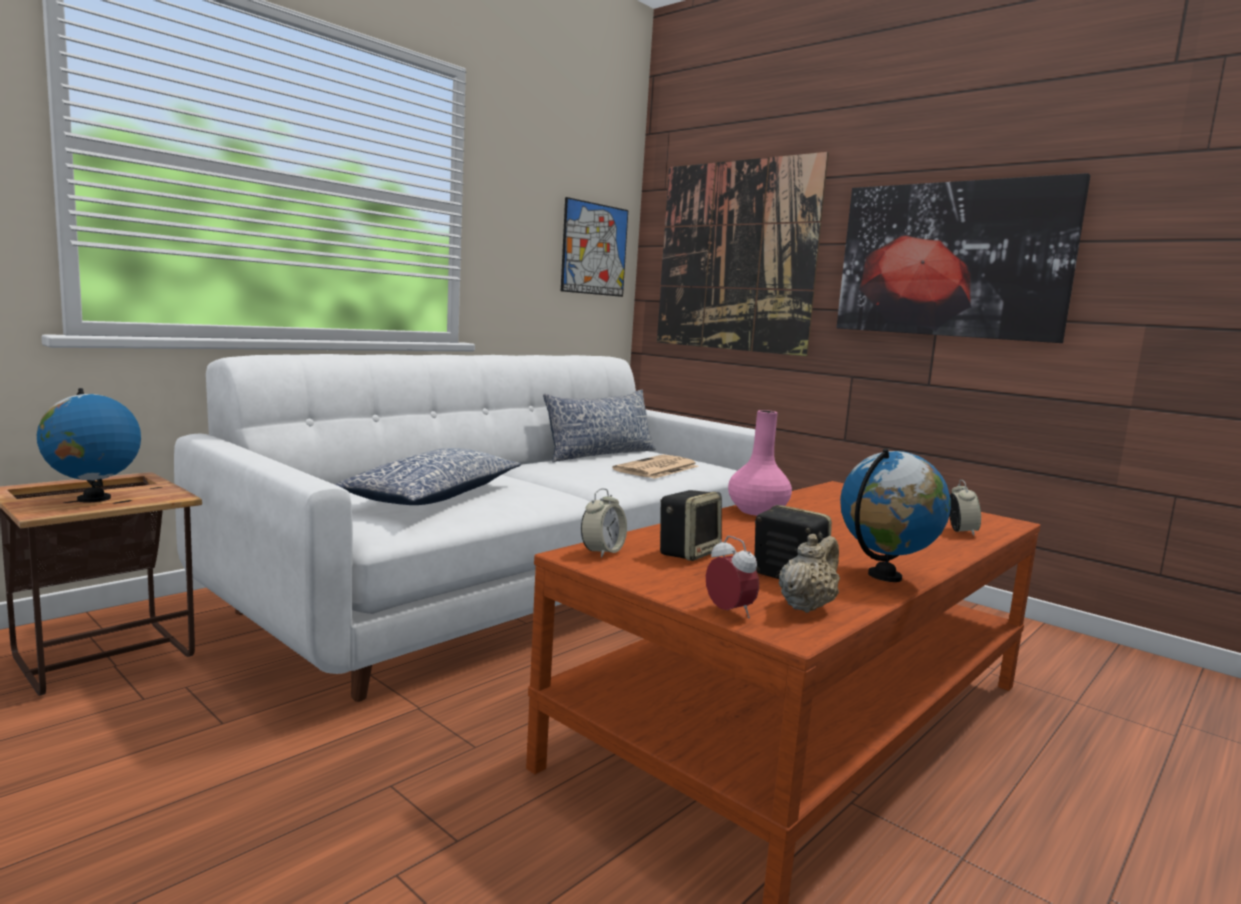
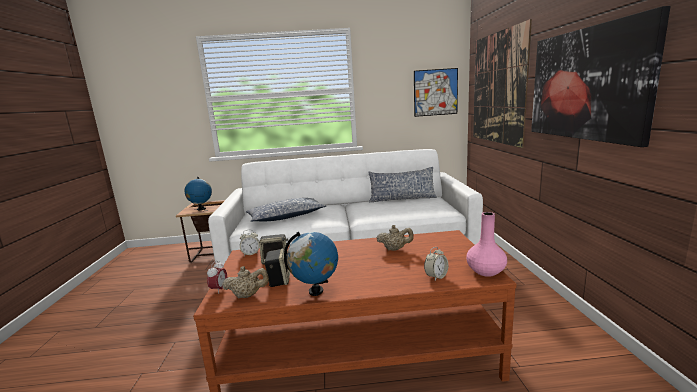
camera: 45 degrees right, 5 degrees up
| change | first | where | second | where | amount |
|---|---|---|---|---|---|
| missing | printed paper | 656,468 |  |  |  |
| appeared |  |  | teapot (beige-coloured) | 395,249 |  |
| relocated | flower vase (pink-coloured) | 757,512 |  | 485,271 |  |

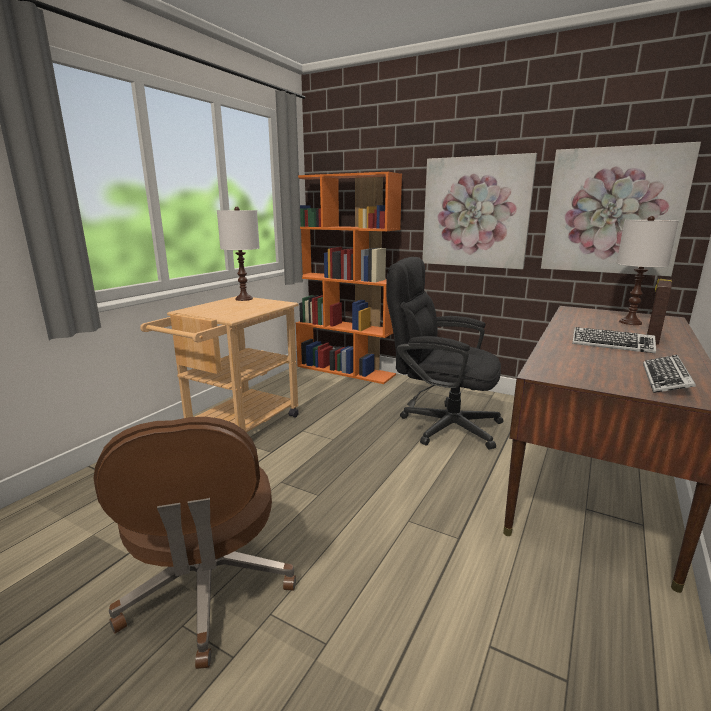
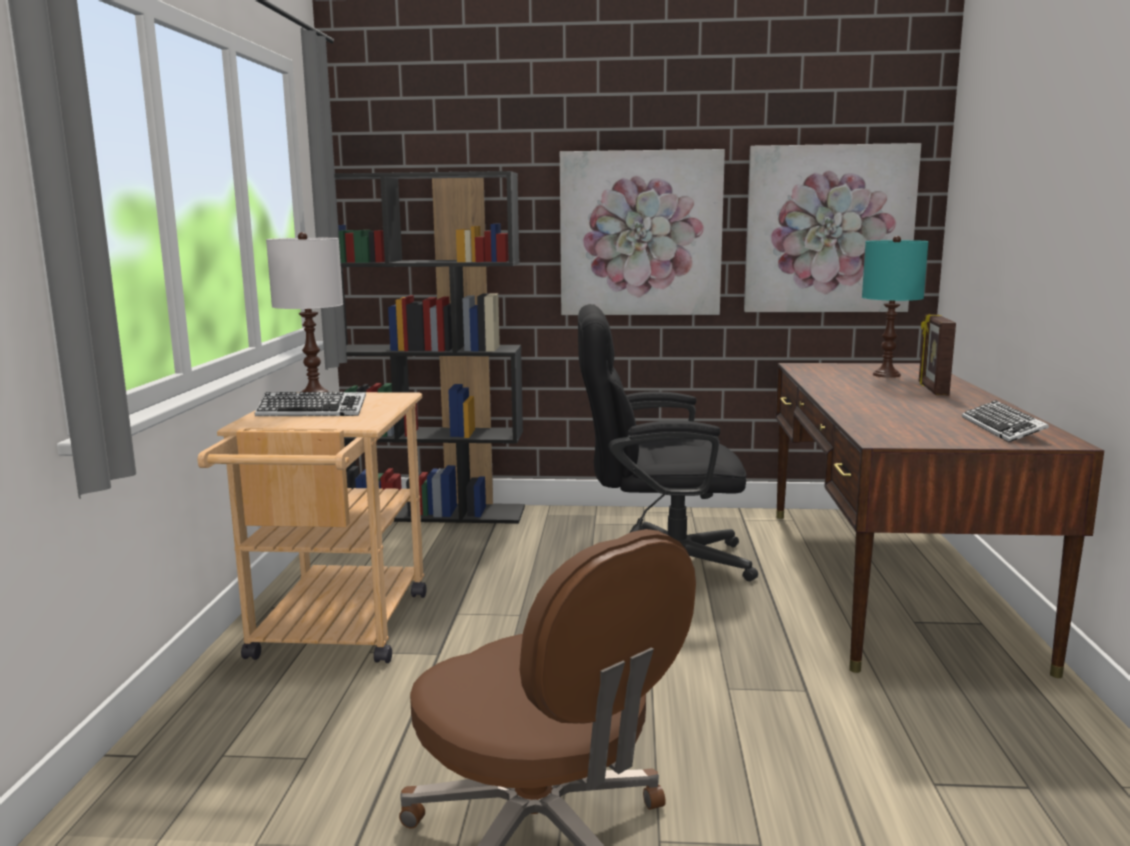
camera: 25 degrees left, 5 degrees down
| change | first | where | second | where | amount |
|---|---|---|---|---|---|
| relocated | PC keyboard | 611,345 |  | 312,412 |  |
| colour | bookshelf (orange-coloured) | 346,370 | bookshelf (black-coloured) | 435,513 |  |
| colour | table lamp (whitish) | 630,322 | table lamp (turquoise) | 887,375 |  |

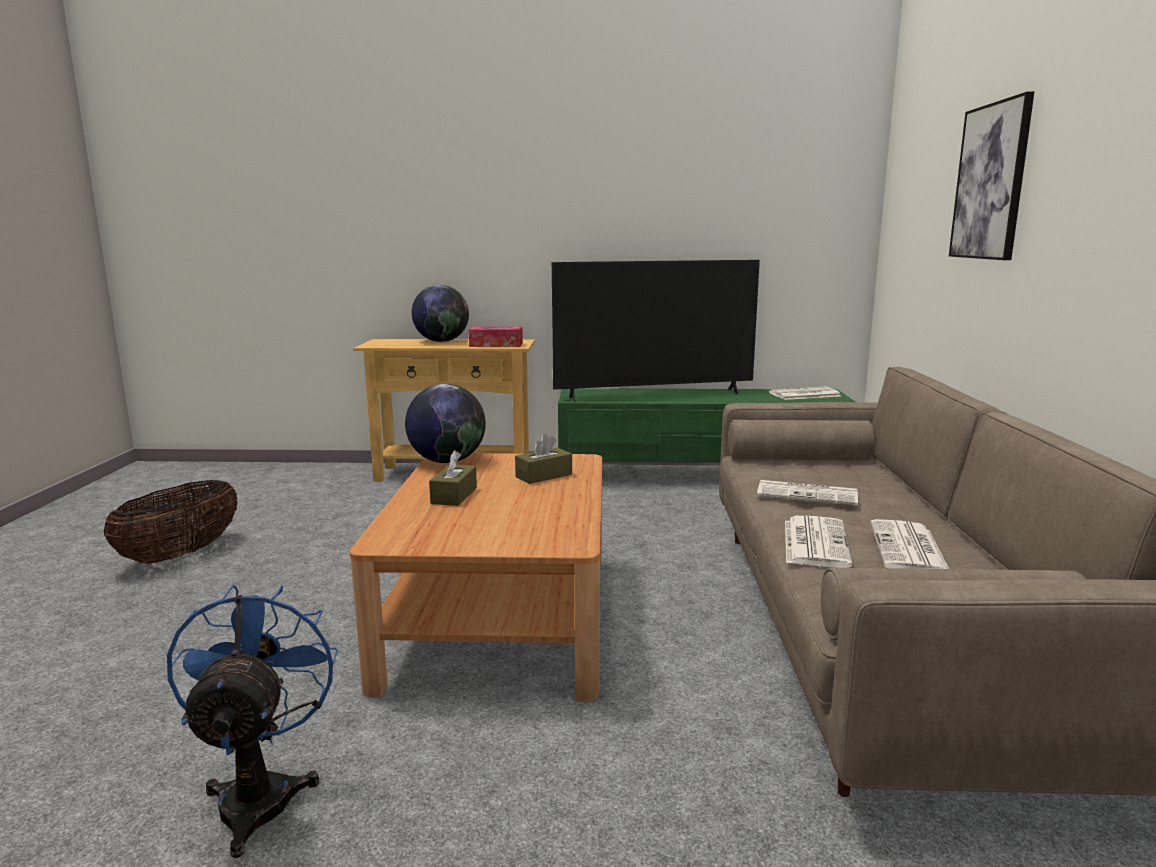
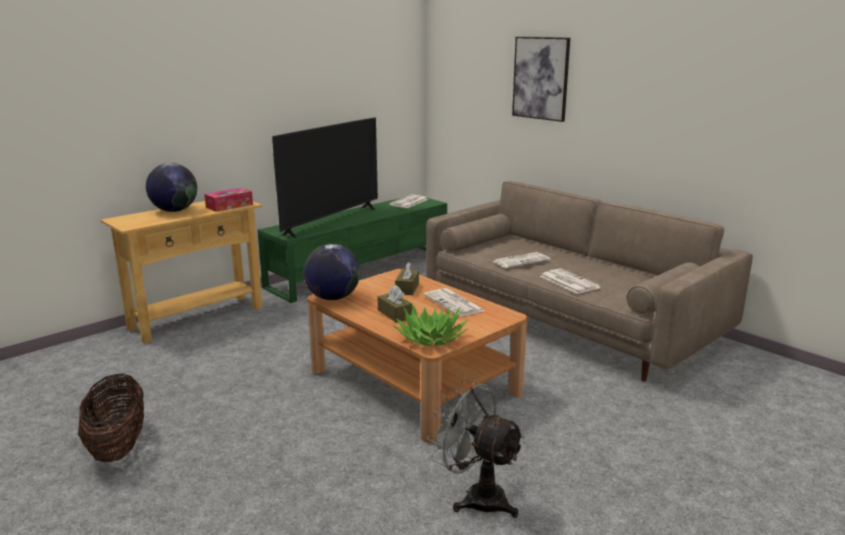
camera: 45 degrees left, 5 degrees up
| change | first | where | second | where | amount |
|---|---|---|---|---|---|
| appeared |  |  | potted plant | 431,338 |  |
| relocated | printed paper | 909,549 |  | 454,303 |  |
| colour | cooling fan (bluish) | 261,793 | cooling fan (greyish) | 476,497 |  |

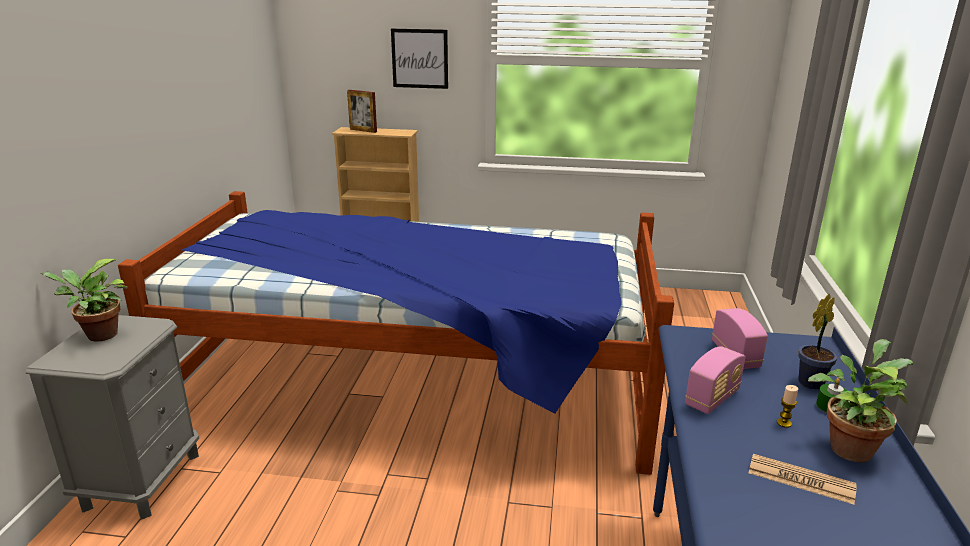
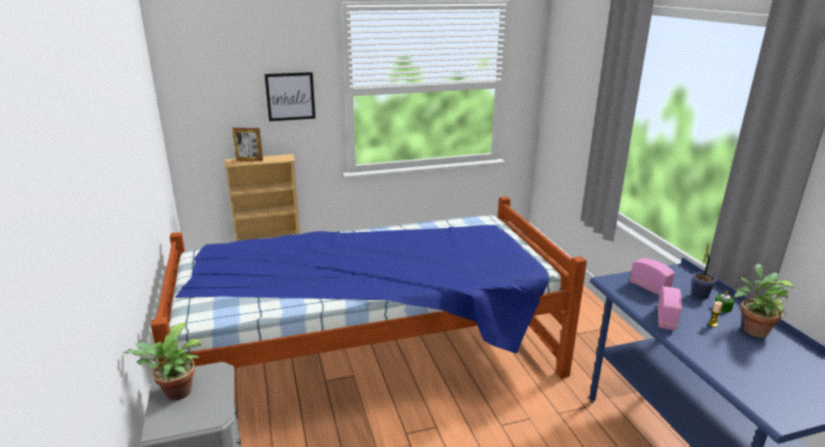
camera: 25 degrees left, 0 degrees up
| change | first | where | second | where | amount |
|---|---|---|---|---|---|
| missing | printed paper | 801,480 |  |  |  |

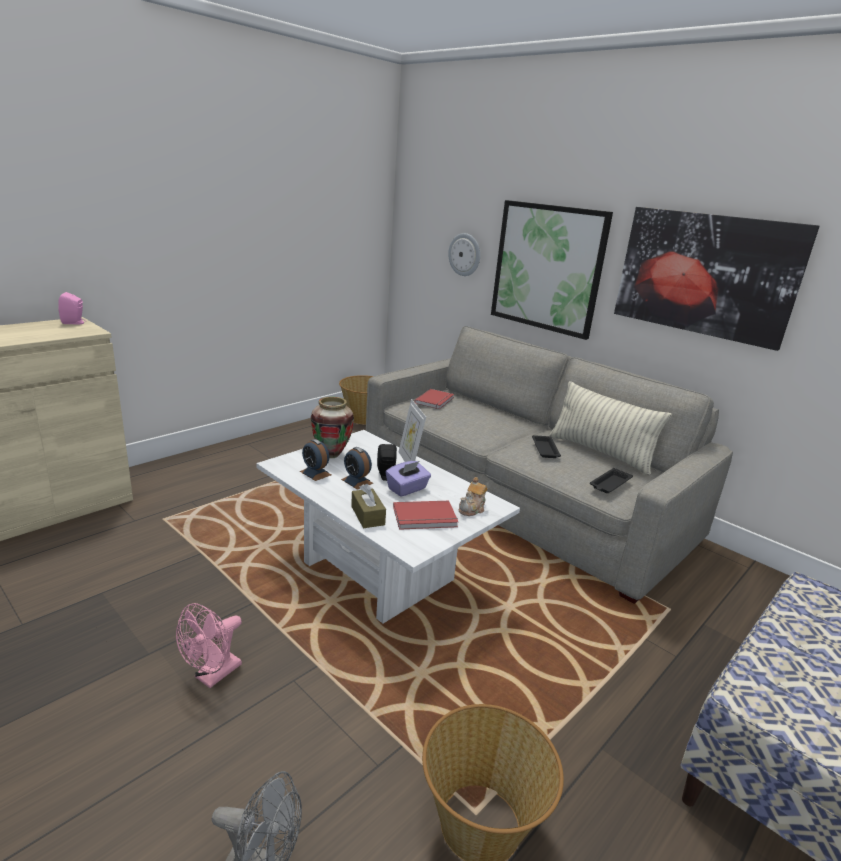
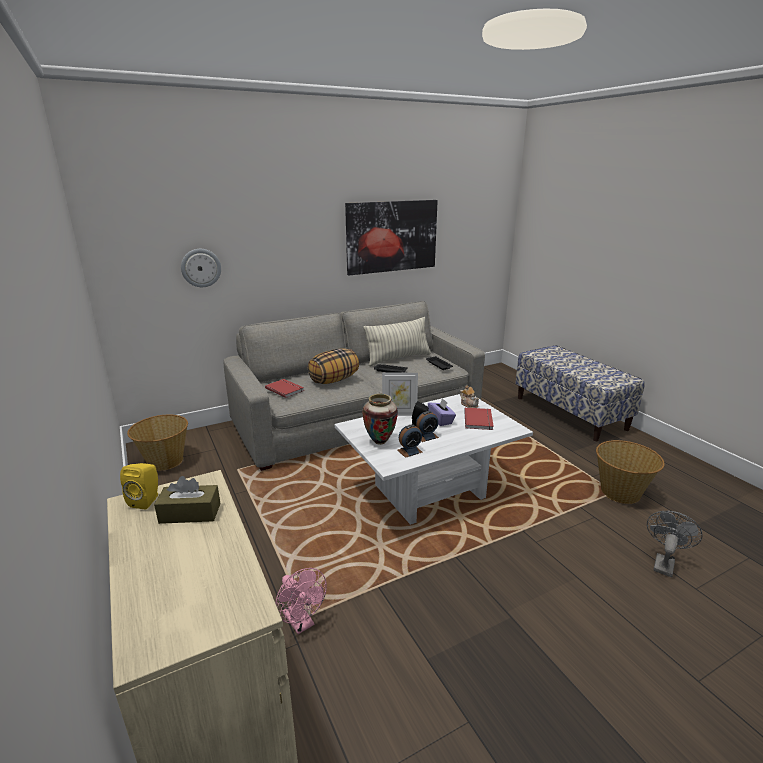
camera: 70 degrees left, 0 degrees up
| change | first | where | second | where | amount |
|---|---|---|---|---|---|
| missing | wall art | 547,268 |  |  |  |
| appeared |  |  | pillow | 334,380 |  |
| relocated | cooling fan (pink-coloured) | 213,676 |  | 301,623 |  |
| relocated | box of tissues (brownish) | 367,515 |  | 190,513 |  |
| colour | loudspeaker (pink-coloured) | 74,323 | loudspeaker (yellow) | 147,500 |  |

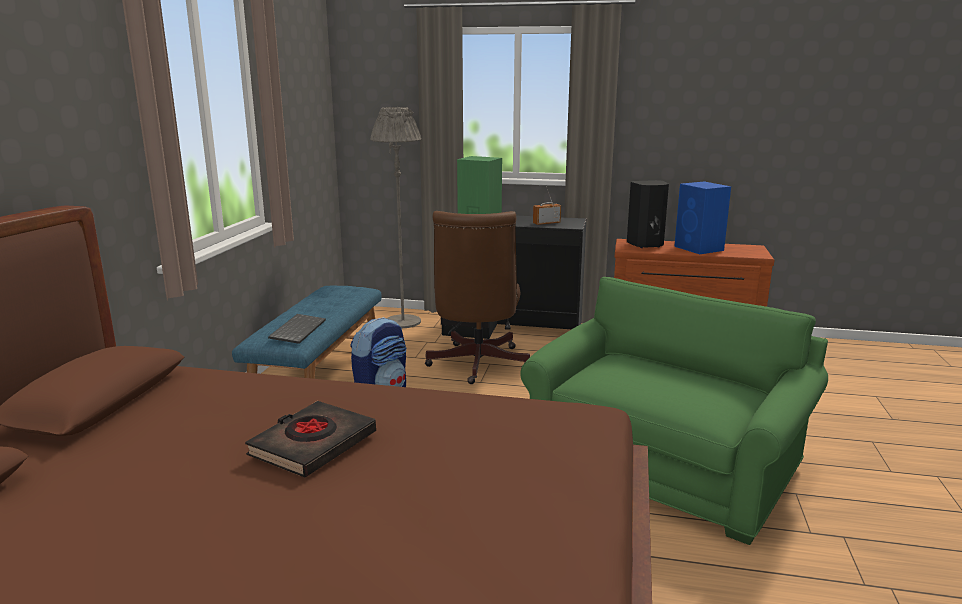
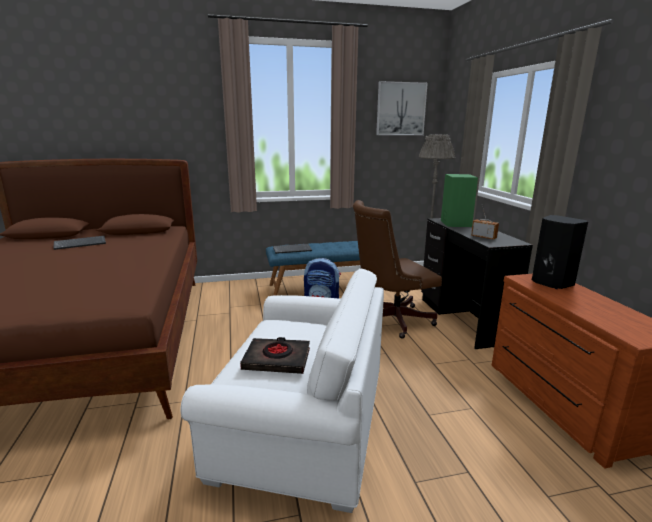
camera: 65 degrees right, 0 degrees up
| change | first | where | second | where | amount |
|---|---|---|---|---|---|
| missing | loudspeaker (bluish) | 699,248 |  |  |  |
| appeared |  |  | PC keyboard | 81,243 |  |
| appeared |  |  | wall art | 400,109 |  |
| relocated | bound book (black-coloured) | 313,445 |  | 277,360 |  |
| colour | armchair (green) | 664,466 | armchair (whitish) | 302,423 |  |

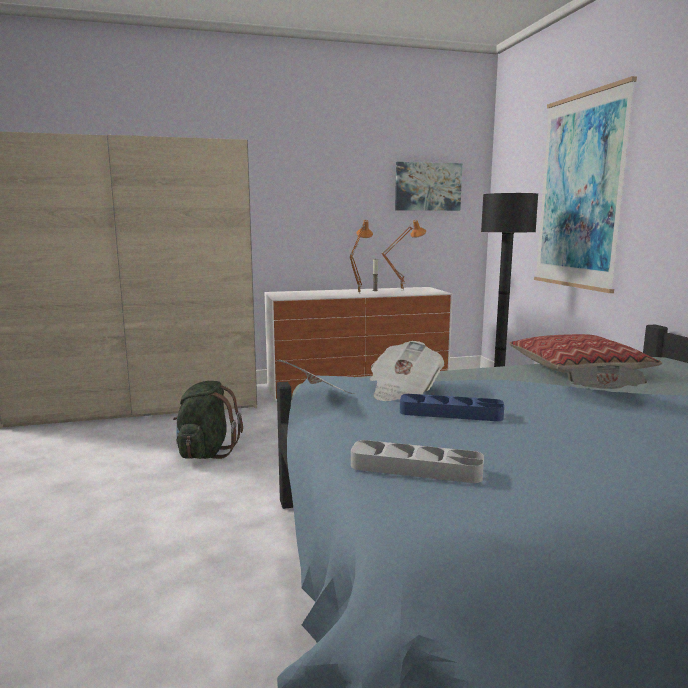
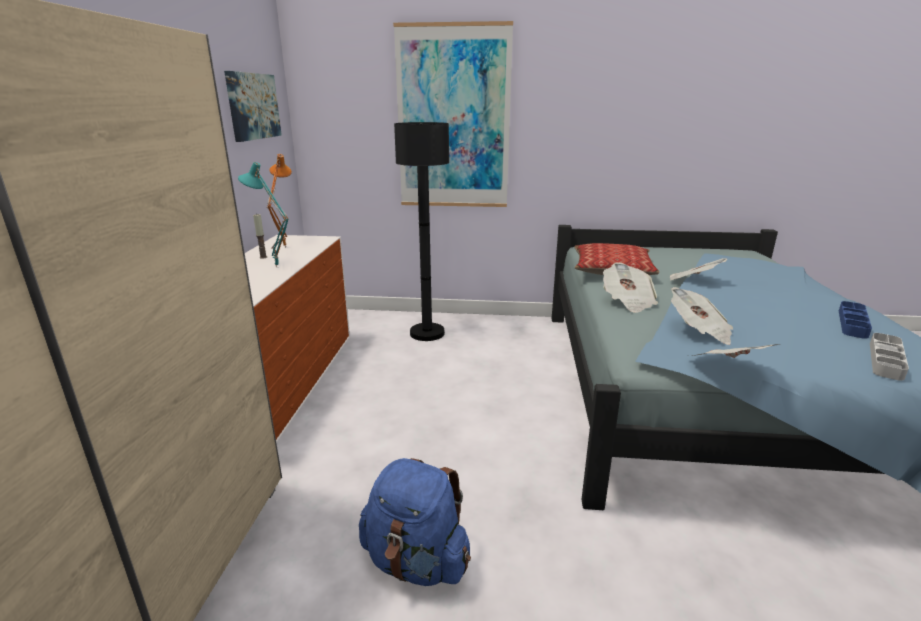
camera: 70 degrees left, 10 degrees up
| change | first | where | second | where | amount |
|---|---|---|---|---|---|
| appeared |  |  | printed paper | 628,301 |  |
| relocated | serving tray (bluish) | 450,413 |  | 852,323 |  |
| colour | knapsack (green) | 206,452 | knapsack (bluish) | 416,562 |  |
| colour | table lamp (orange-coloured) | 358,293 | table lamp (turquoise) | 275,267 |  |

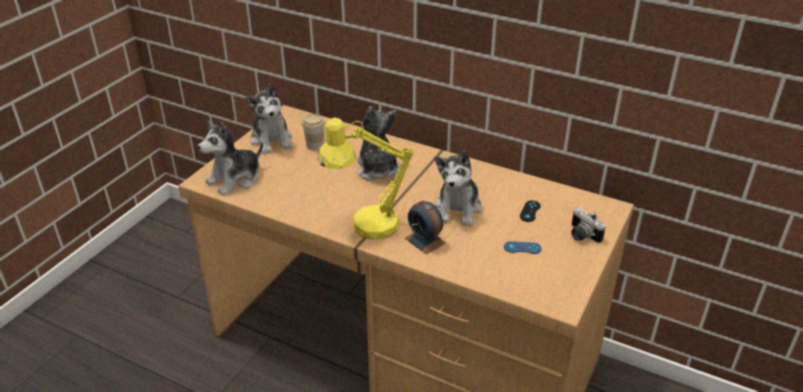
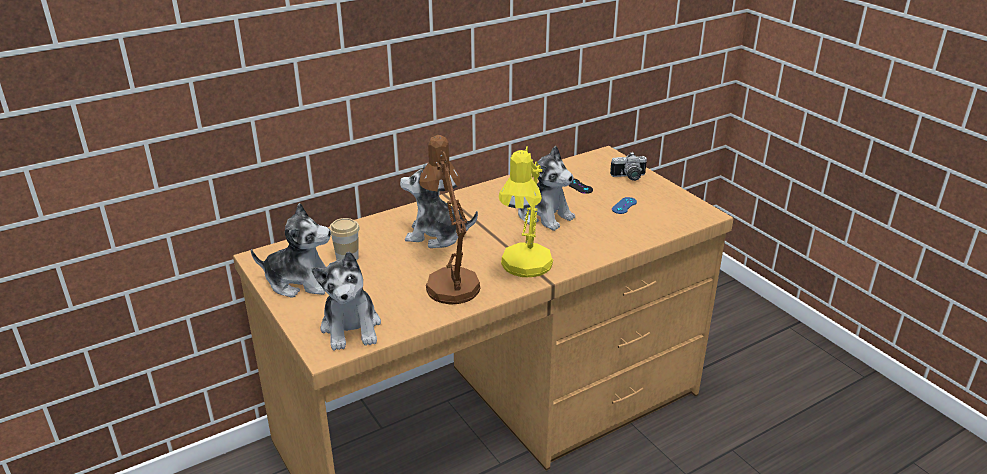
camera: 60 degrees left, 5 degrees down
| change | first | where | second | where | amount |
|---|---|---|---|---|---|
| missing | table clock | 424,240 |  |  |  |
| appeared |  |  | table lamp (brownish) | 450,282 |  |

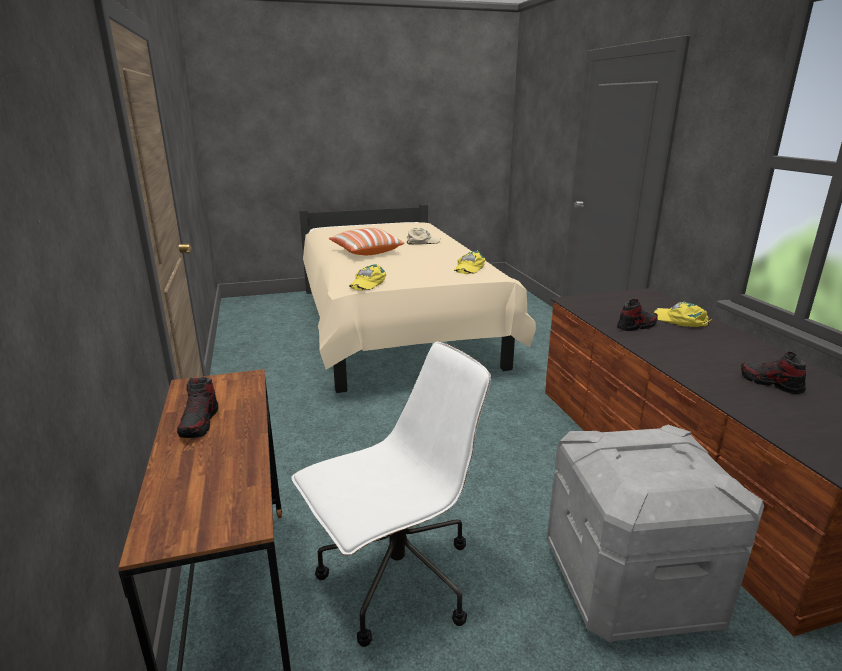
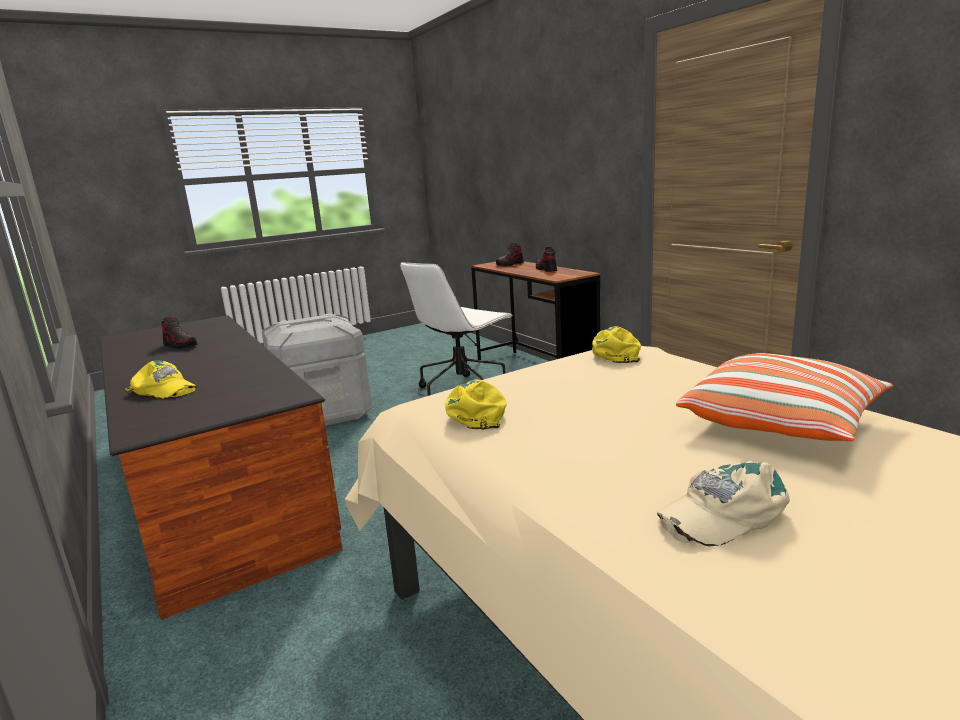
camera: 165 degrees right, 5 degrees down
| change | first | where | second | where | amount |
|---|---|---|---|---|---|
| relocated | low shoe | 636,326 |  | 510,264 |  |

